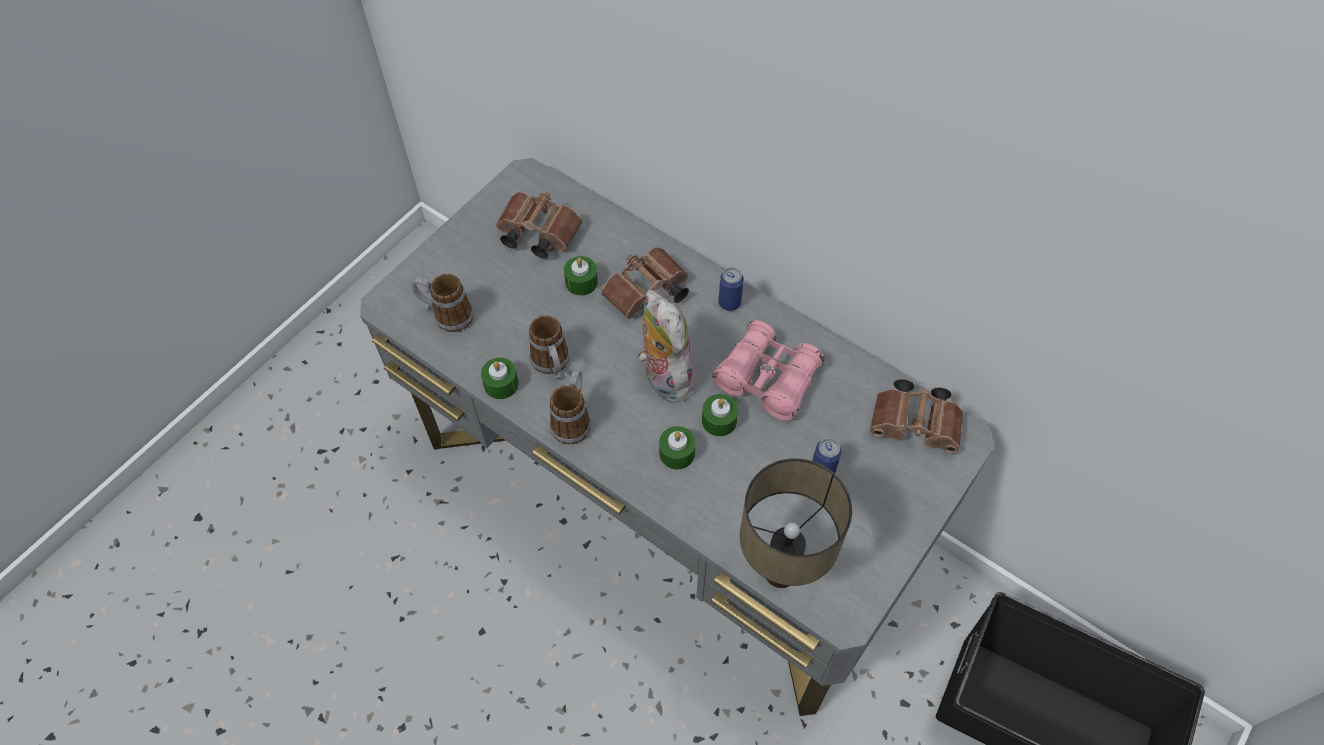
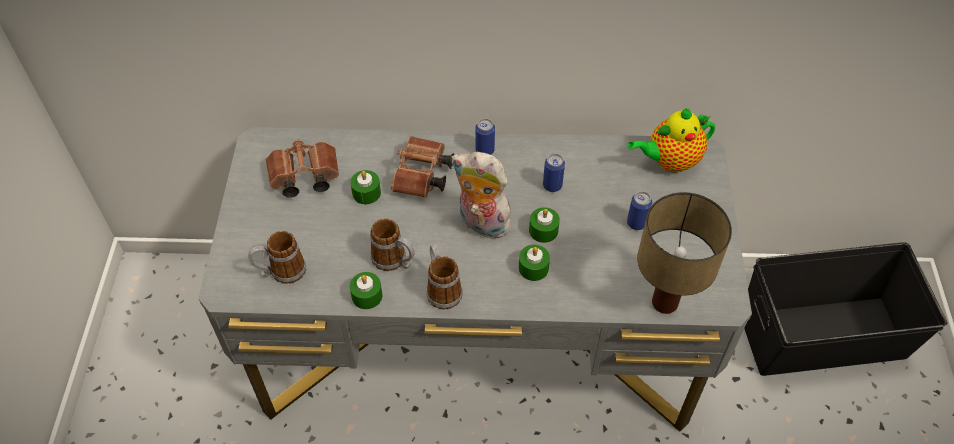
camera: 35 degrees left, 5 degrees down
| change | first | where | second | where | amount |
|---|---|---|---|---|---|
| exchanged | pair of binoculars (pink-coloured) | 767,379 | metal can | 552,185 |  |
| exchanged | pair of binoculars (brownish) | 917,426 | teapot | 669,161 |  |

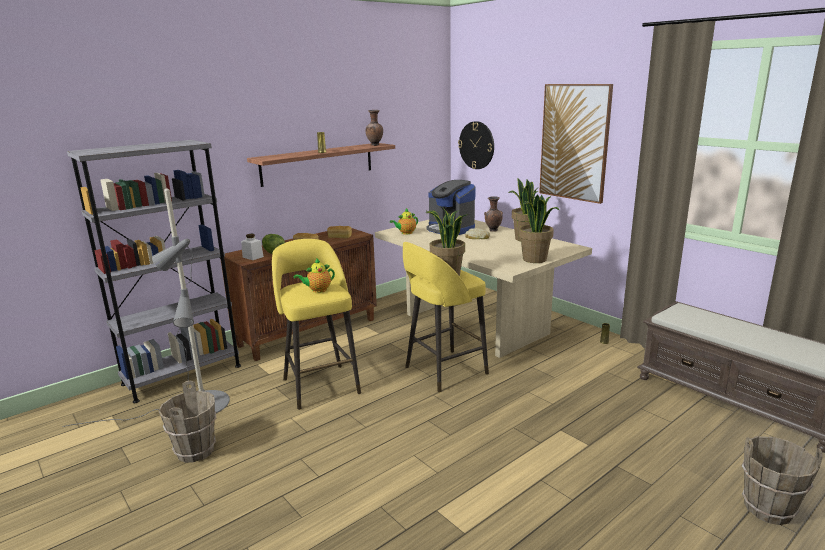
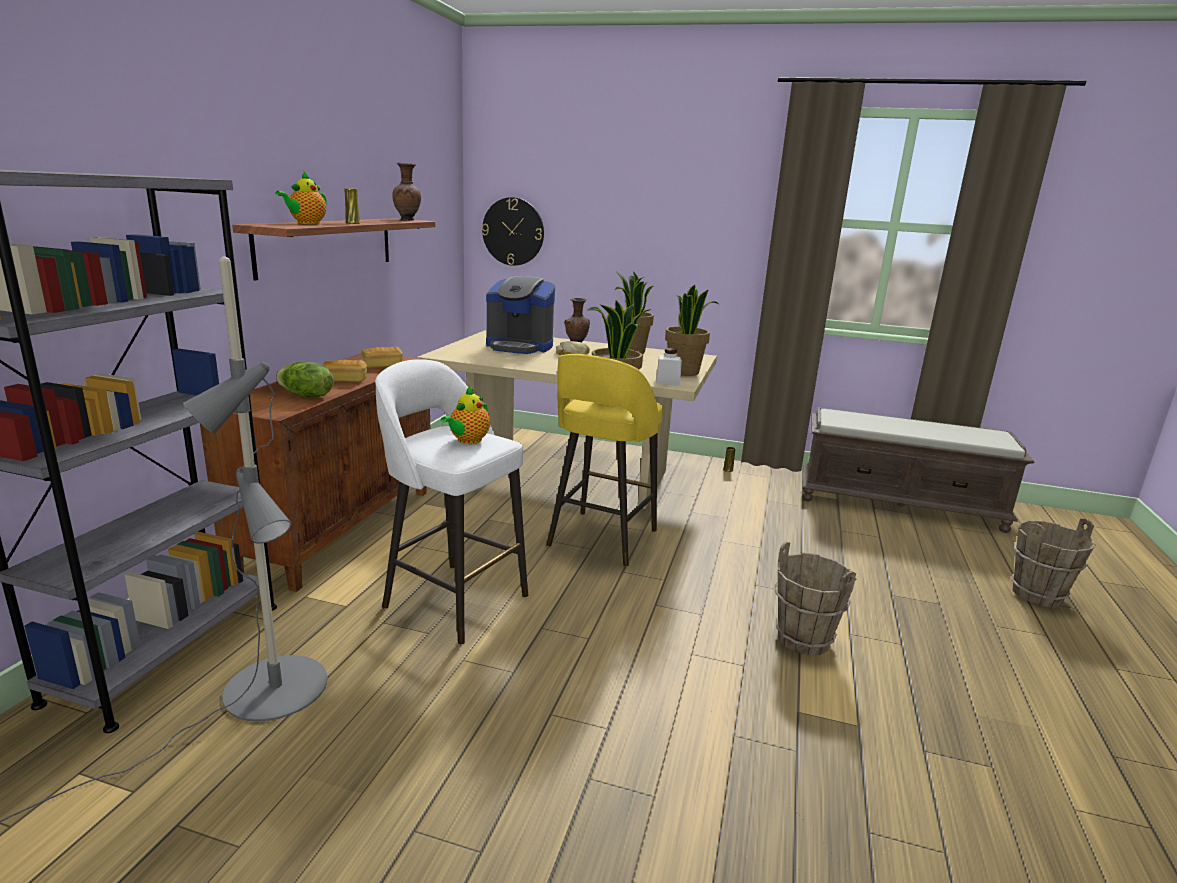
camera: 35 degrees left, 0 degrees up
| change | first | where | second | where | amount |
|---|---|---|---|---|---|
| missing | wall art | 574,142 |  |  |  |
| relocated | pail (brownish) | 196,451 |  | 804,639 |  |
| relocated | storage jar (whitish) | 253,257 |  | 668,382 |  |
| relocated | teapot | 405,233 |  | 306,223 |  |
| colour | stool seat (yellow) | 320,385 | stool seat (whitish) | 453,600 |  |

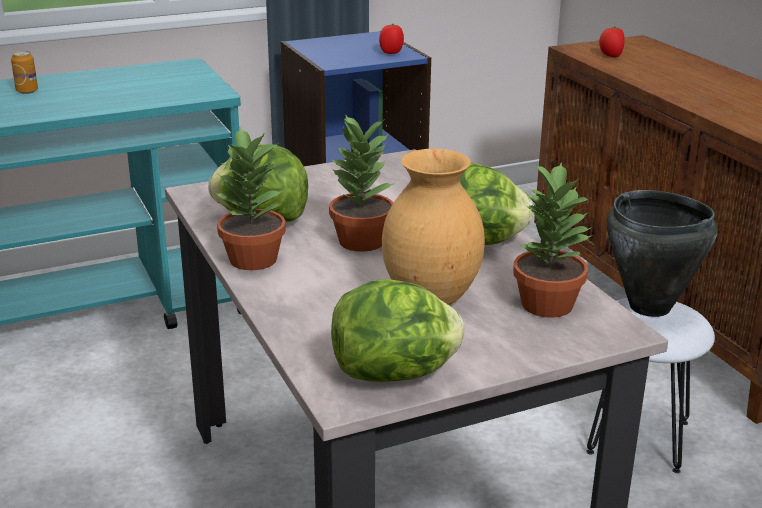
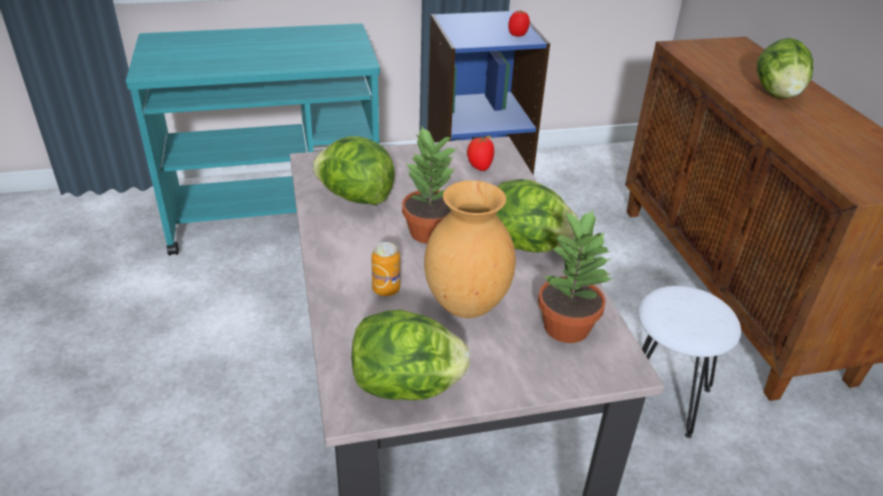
camera: 10 degrees right, 10 degrees up
| change | first | where | second | where | amount |
|---|---|---|---|---|---|
| missing | potted plant | 253,260 |  |  |  |
| missing | cooking pot (black-coloured) | 649,307 |  |  |  |
| appeared |  |  | lettuce head | 777,94 |  |
| relocated | metal can | 27,91 |  | 386,289 |  |
| relocated | fresh tomato | 610,56 |  | 479,167 |  |

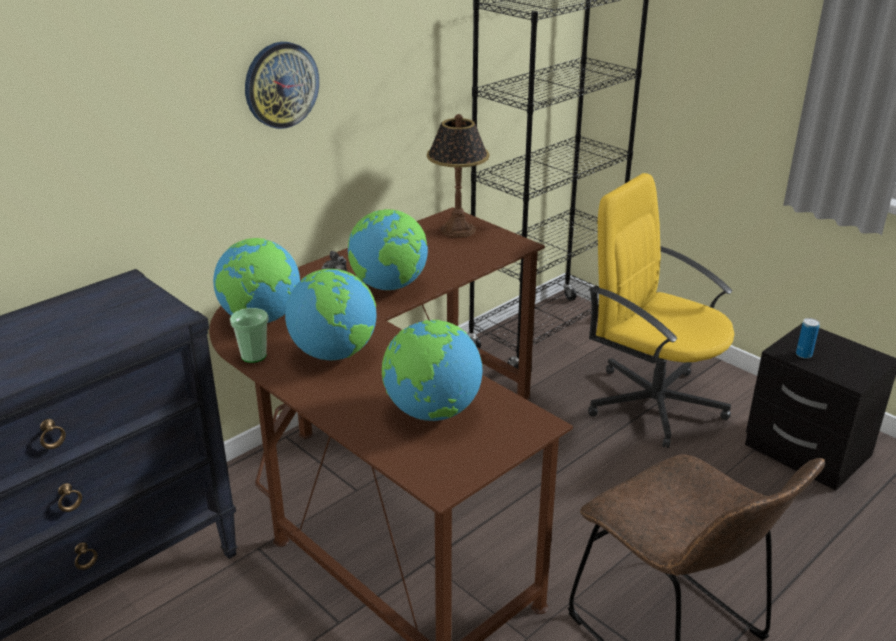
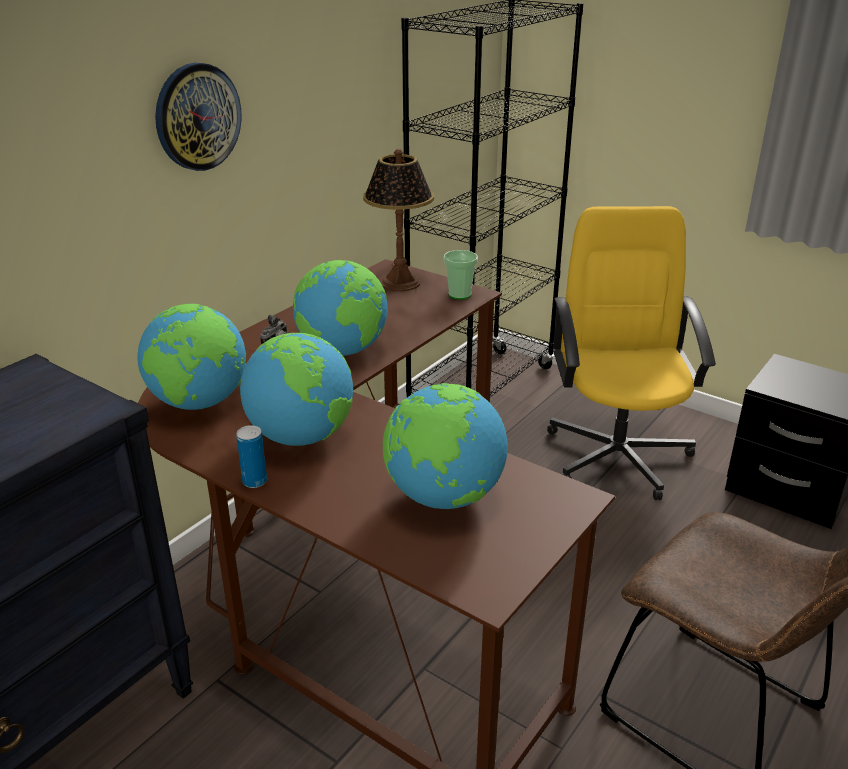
camera: 10 degrees left, 0 degrees up
| change | first | where | second | where | amount |
|---|---|---|---|---|---|
| relocated | small cup | 253,356 |  | 459,294 |  |
| relocated | metal can | 803,355 |  | 255,481 |  |
| spun | office chair (yellow) | 653,402 |  | 617,454 | 60 degrees clockwise |

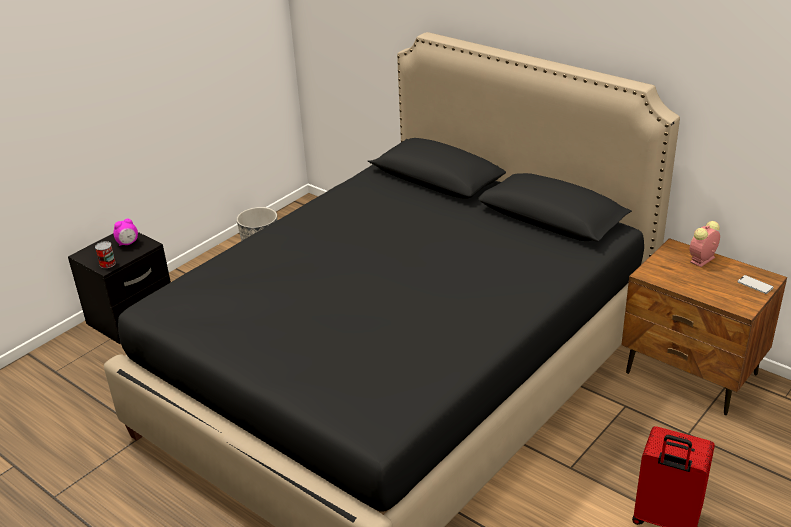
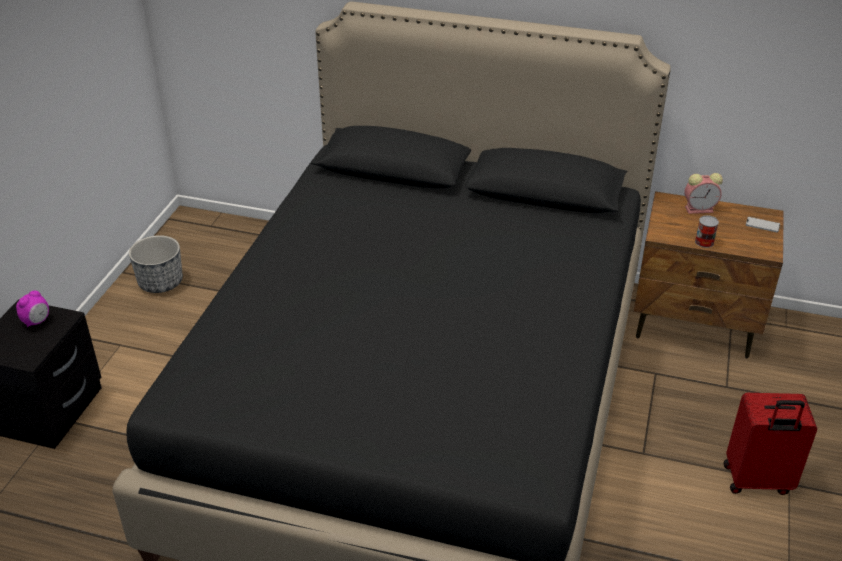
camera: 25 degrees left, 5 degrees up
| change | first | where | second | where | amount |
|---|---|---|---|---|---|
| relocated | metal can | 107,264 |  | 704,242 |  |
| spun | table clock | 702,260 |  | 700,209 | 120 degrees counterclockwise |

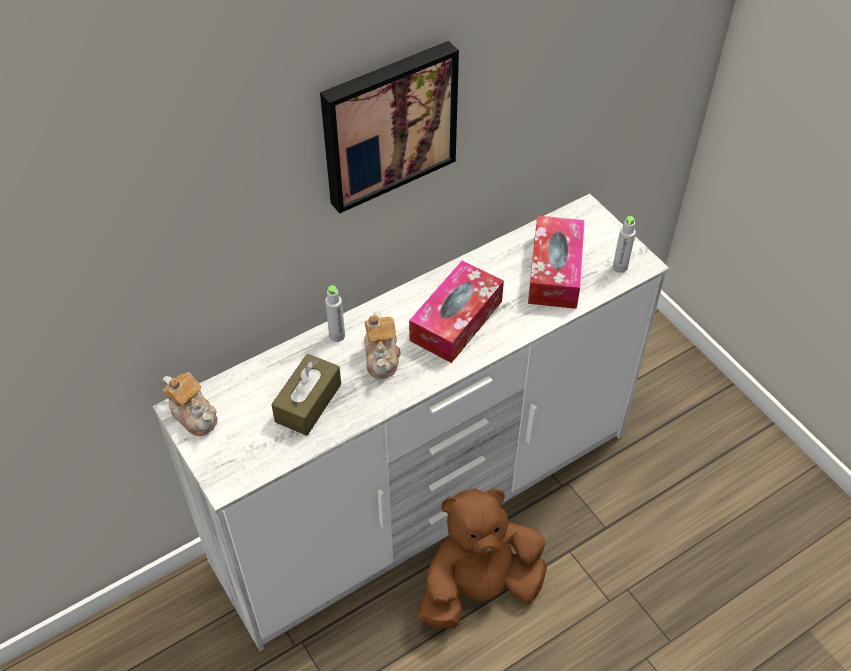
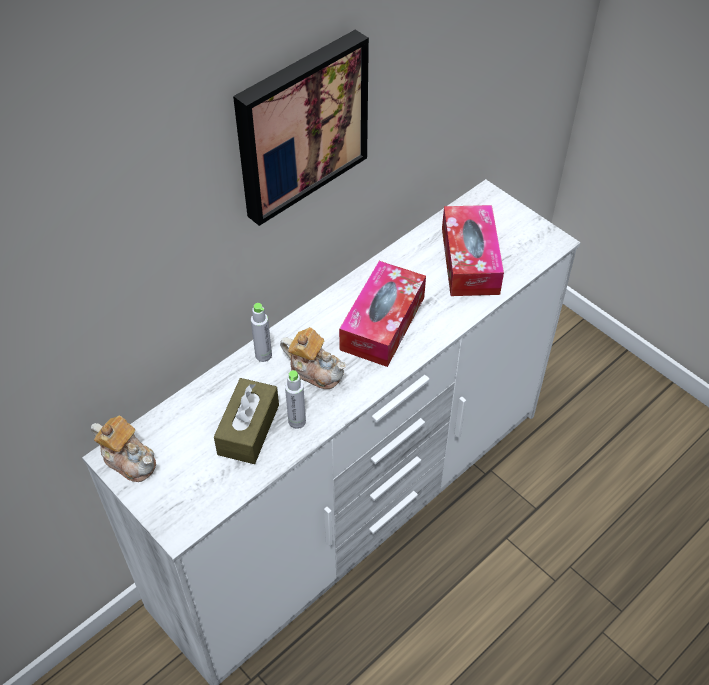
camera: 10 degrees left, 0 degrees up
| change | first | where | second | where | amount |
|---|---|---|---|---|---|
| missing | cuddly toy (brownish) | 479,588 |  |  |  |
| relocated | beverage bottle (greyish) | 620,267 |  | 297,421 |  |
| spun | teapot | 382,357 |  | 315,370 | 45 degrees counterclockwise |

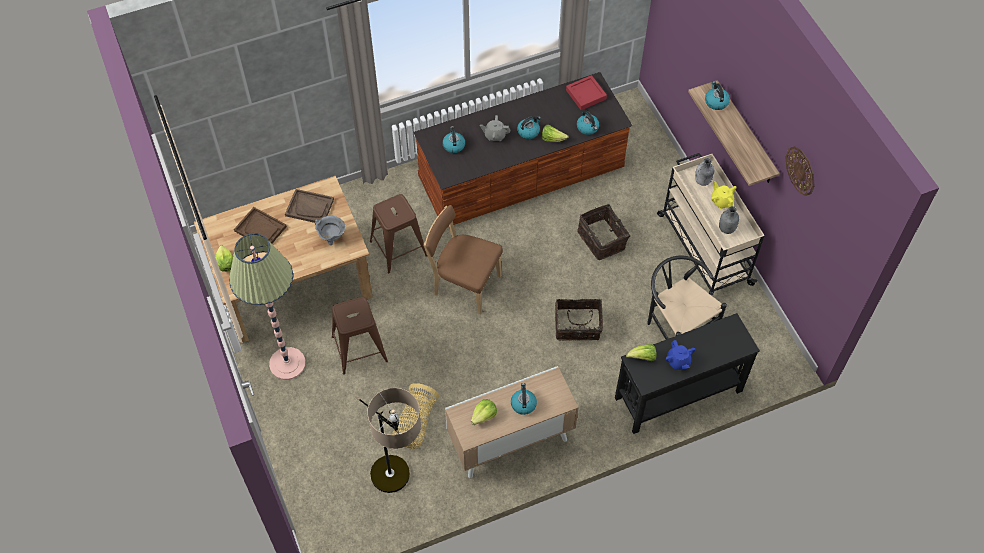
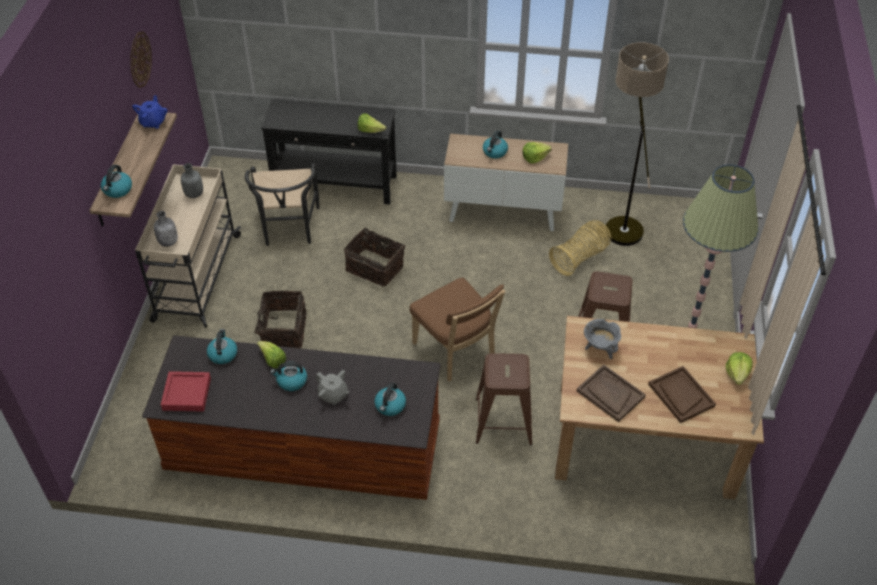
camera: 150 degrees left, 10 degrees down
| change | first | where | second | where | amount |
|---|---|---|---|---|---|
| missing | teapot (yellow) | 721,201 |  |  |  |
| relocated | teapot (bluish) | 678,361 |  | 153,122 |  |

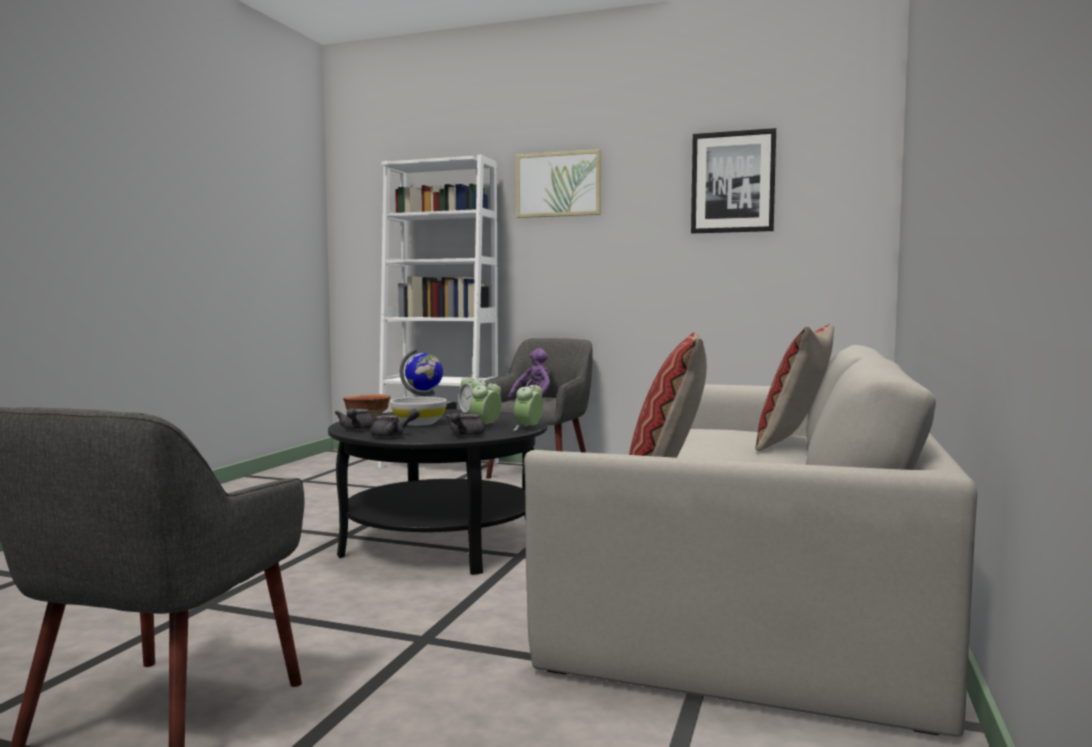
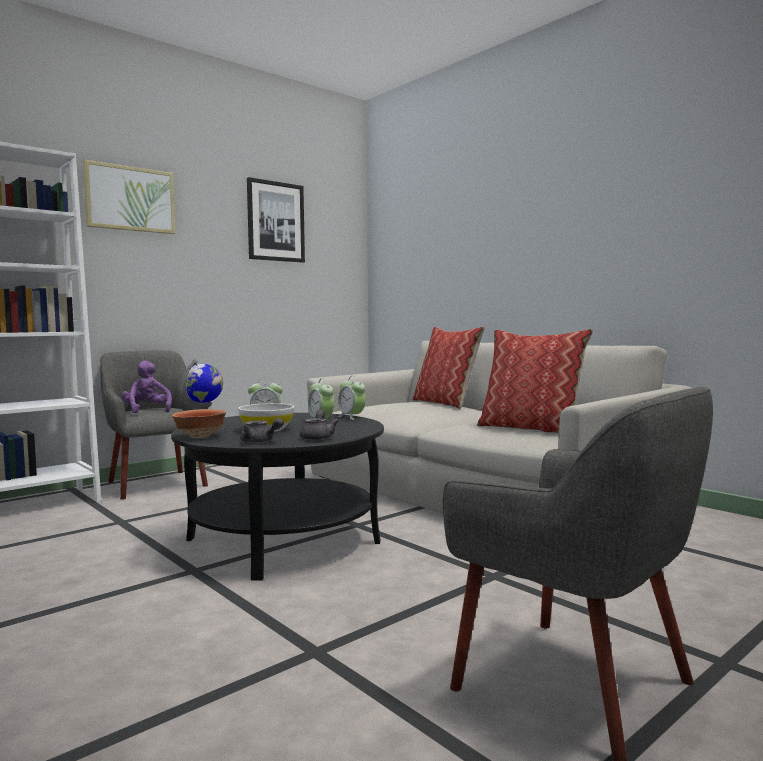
camera: 60 degrees left, 0 degrees up
| change | first | where | second | where | amount |
|---|---|---|---|---|---|
| missing | teapot (greyish) | 465,435 |  |  |  |

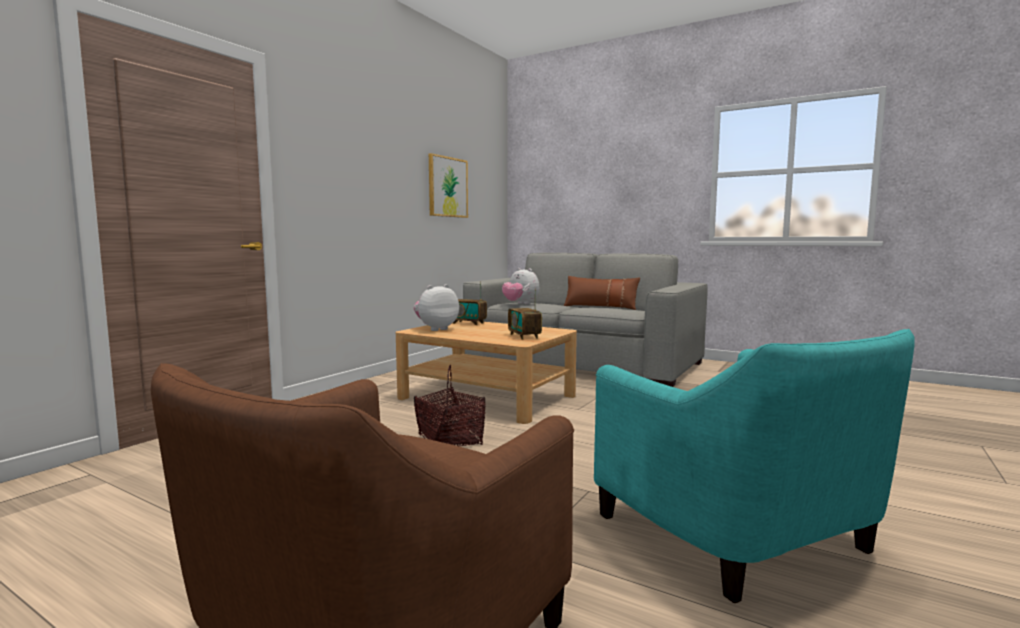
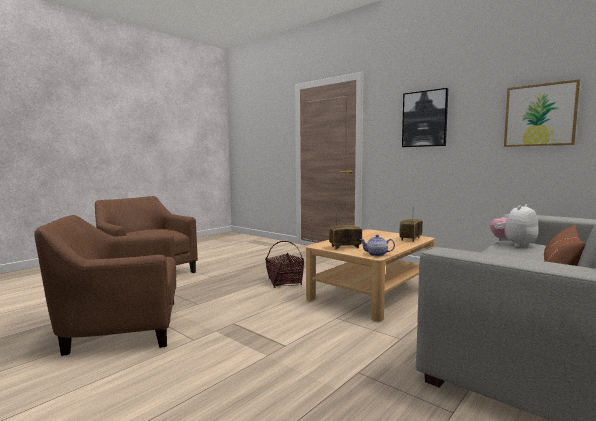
camera: 100 degrees right, 0 degrees up
| change | first | where | second | where | amount |
|---|---|---|---|---|---|
| missing | cuddly toy | 436,329 |  |  |  |
| appeared |  |  | teapot | 377,254 |  |
| appeared |  |  | wall art | 424,119 |  |
| colour | armchair (turquoise) | 740,534 | armchair (brownish) | 120,327 |  |

